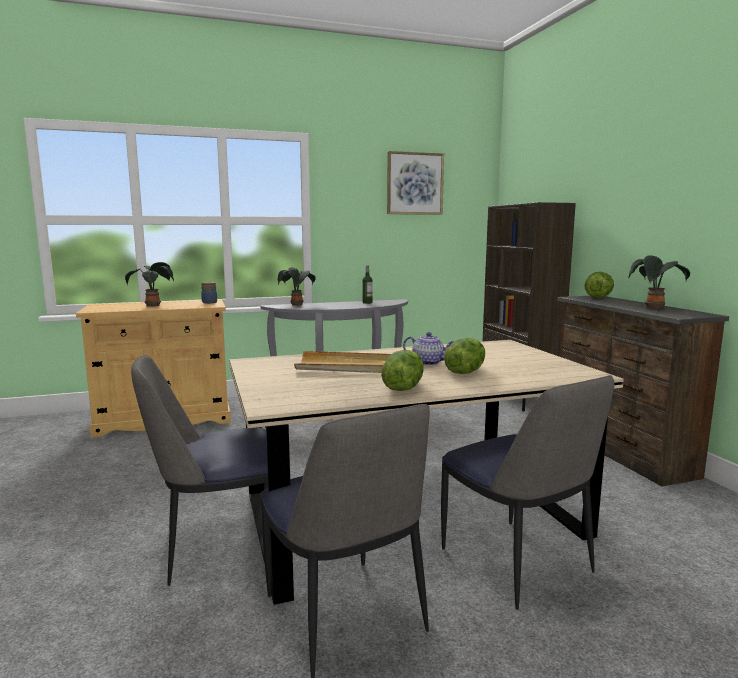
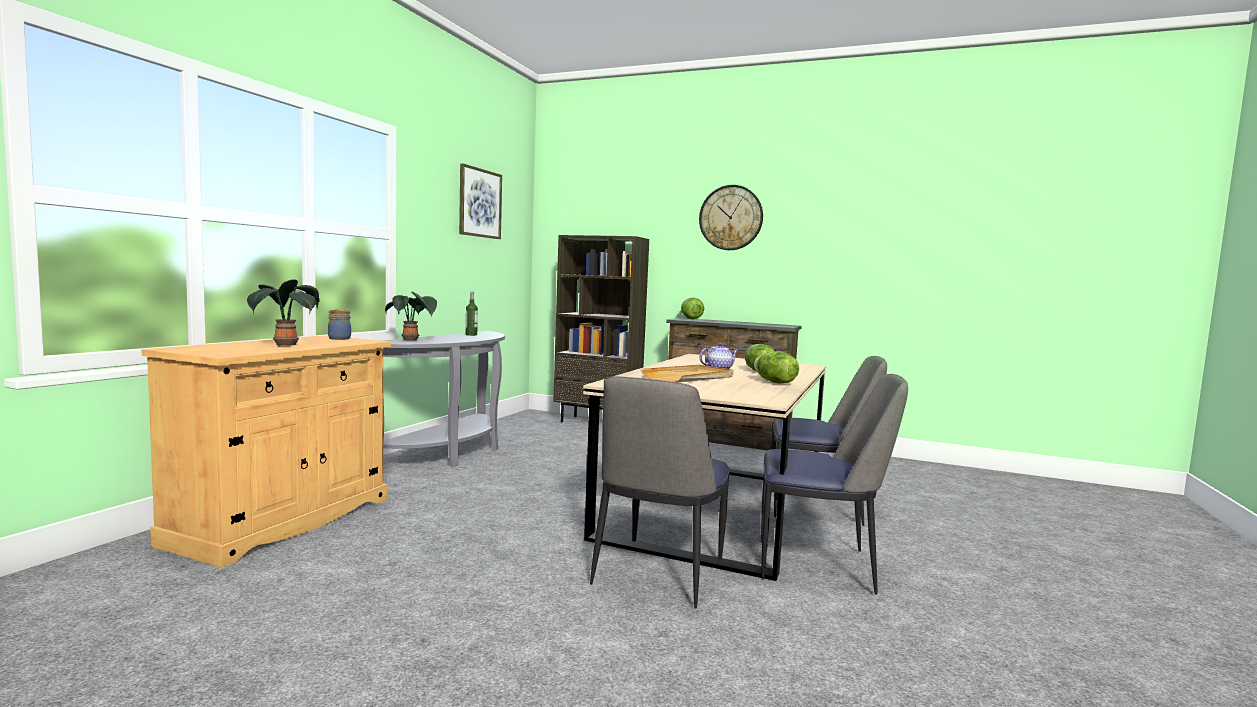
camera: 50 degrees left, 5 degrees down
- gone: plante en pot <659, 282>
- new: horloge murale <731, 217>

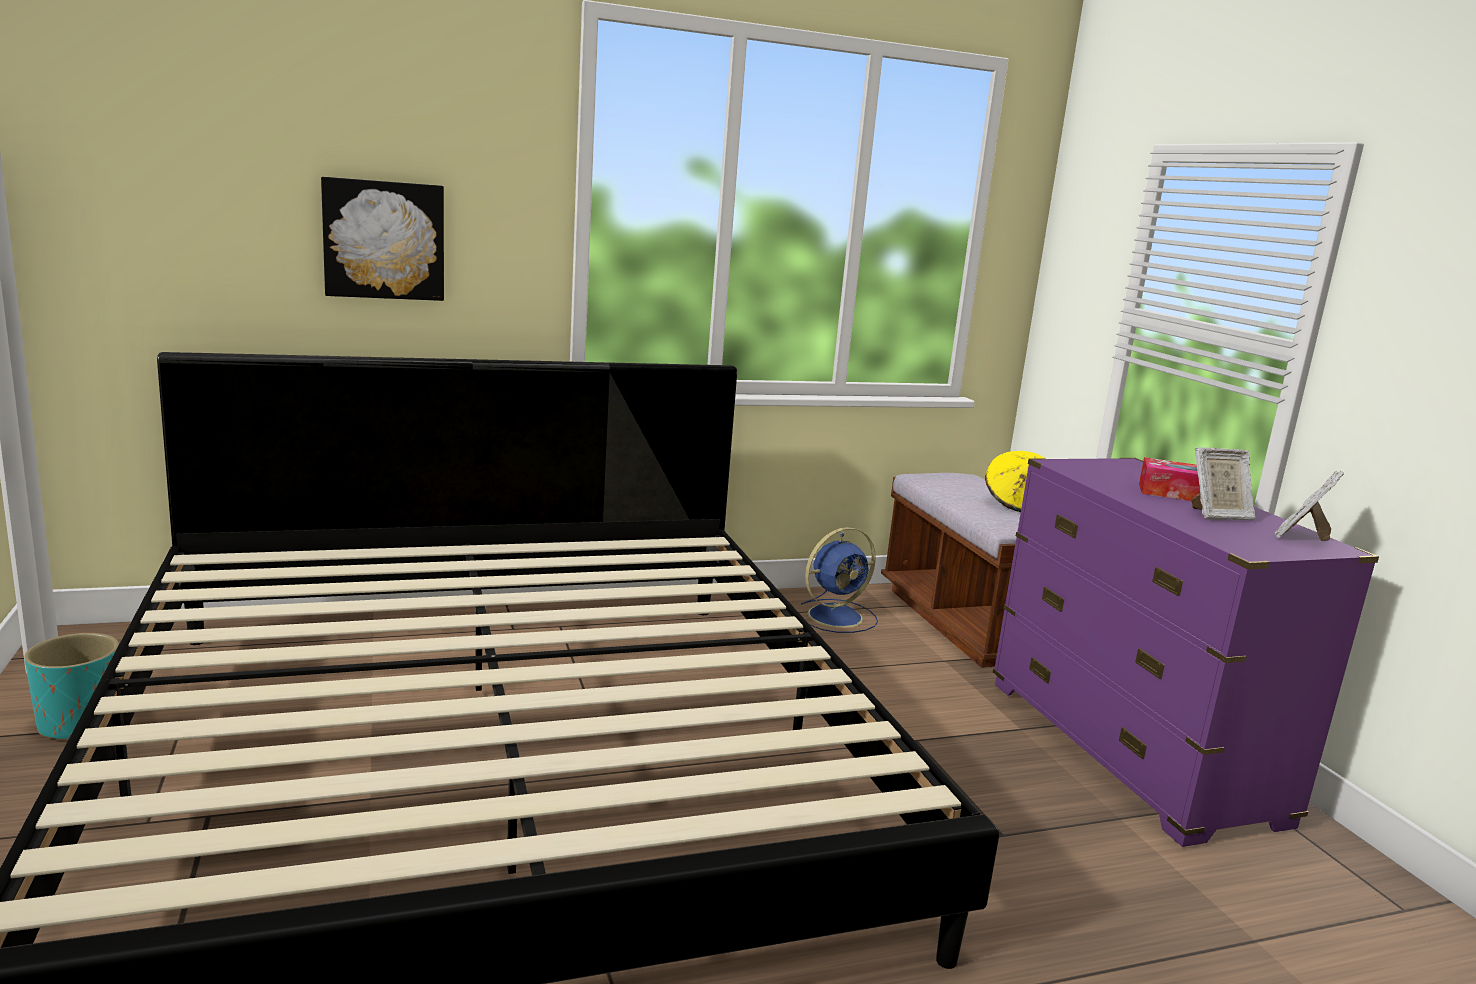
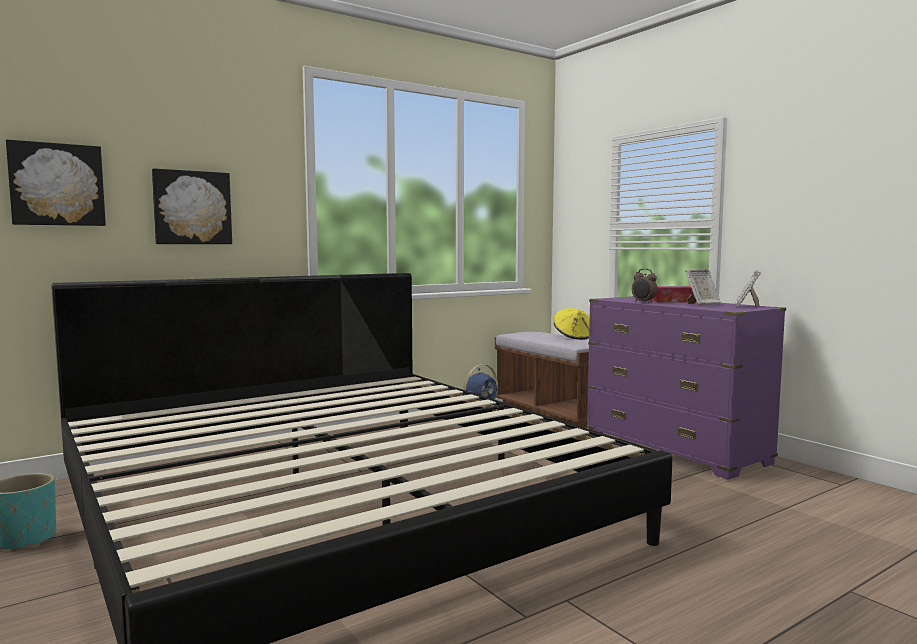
camera: 15 degrees left, 10 degrees down
- new: tableau <56, 182>
- new: réveil <644, 286>

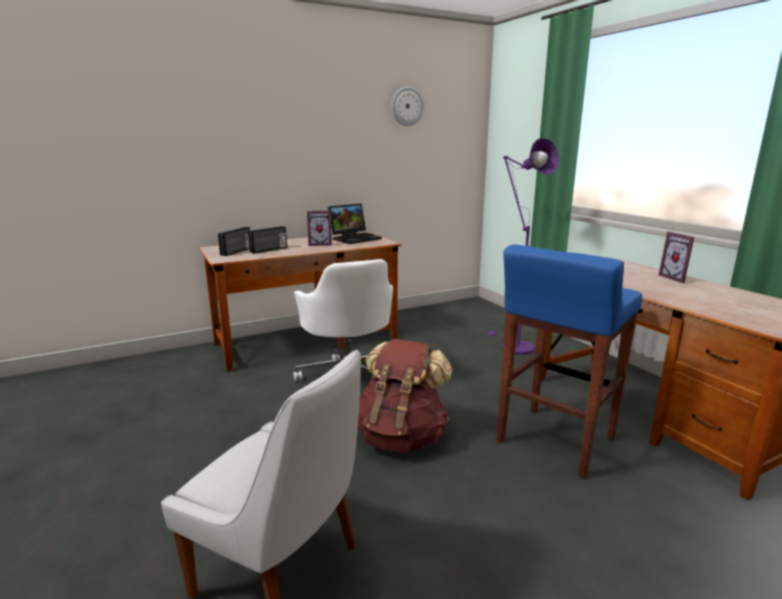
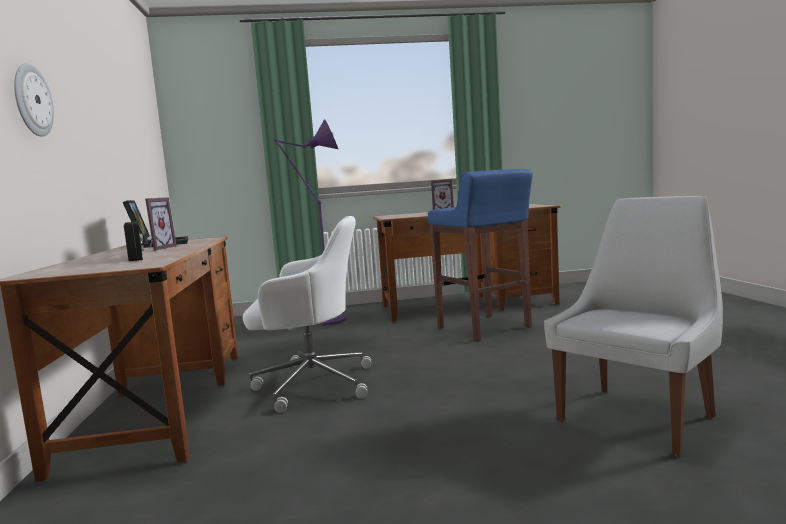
camera: 70 degrees left, 10 degrees down
- shifted: horloge murale <408, 106> to <34, 100>
- gone: radio <234, 241>
- gone: sac à dos/marron <405, 396>

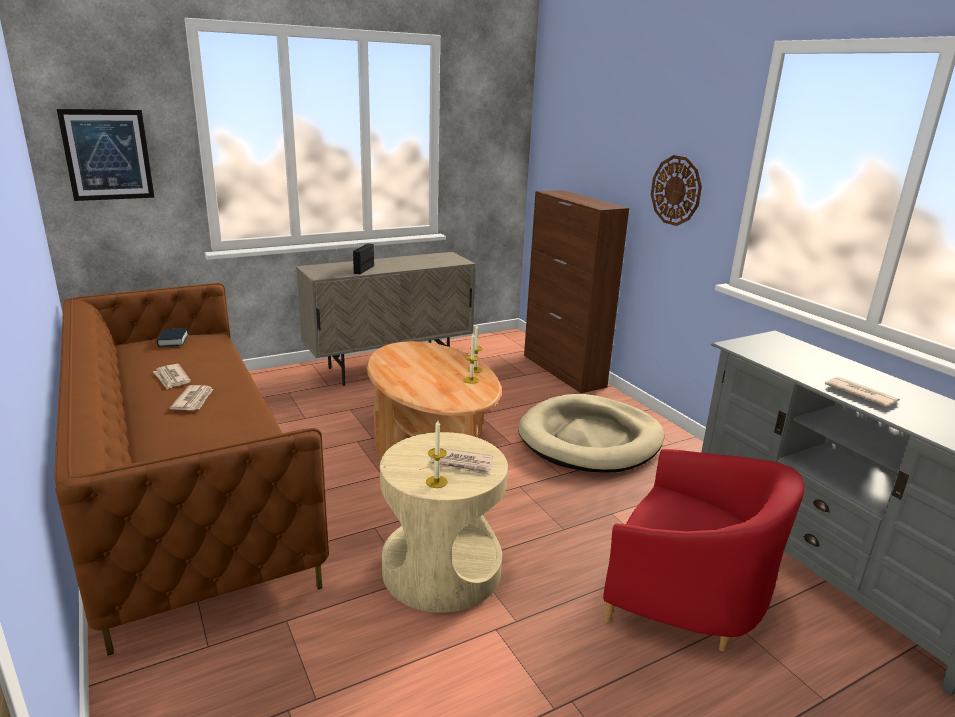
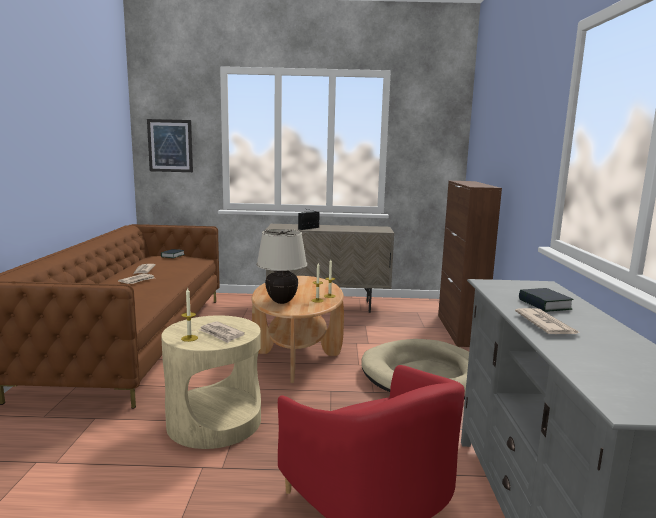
camera: 30 degrees right, 10 degrees down
- gone: horloge murale <676, 190>
- new: lampe de table/beige <281, 266>
- new: livre <546, 300>

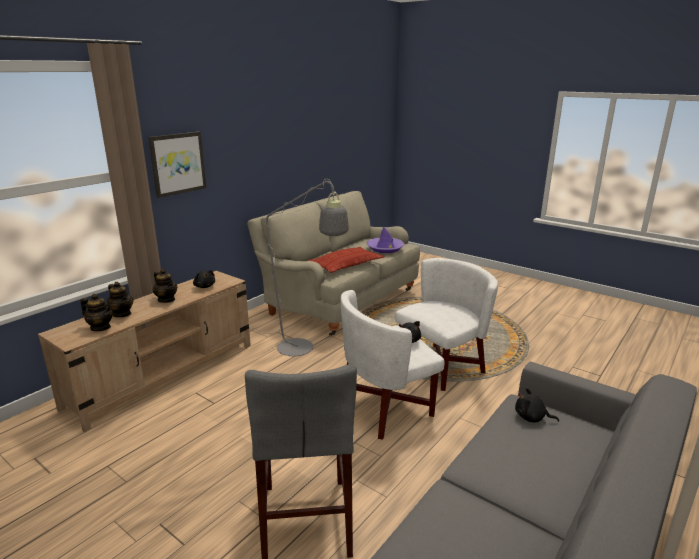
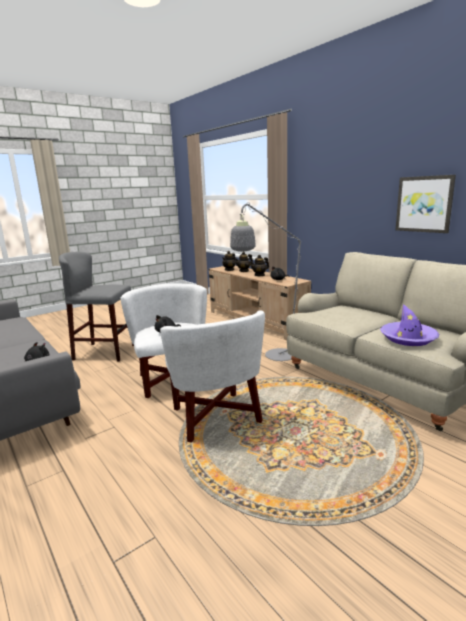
camera: 105 degrees right, 5 degrees down
- shifted: tableau <177, 165> to <426, 204>
- gone: coussin <346, 260>

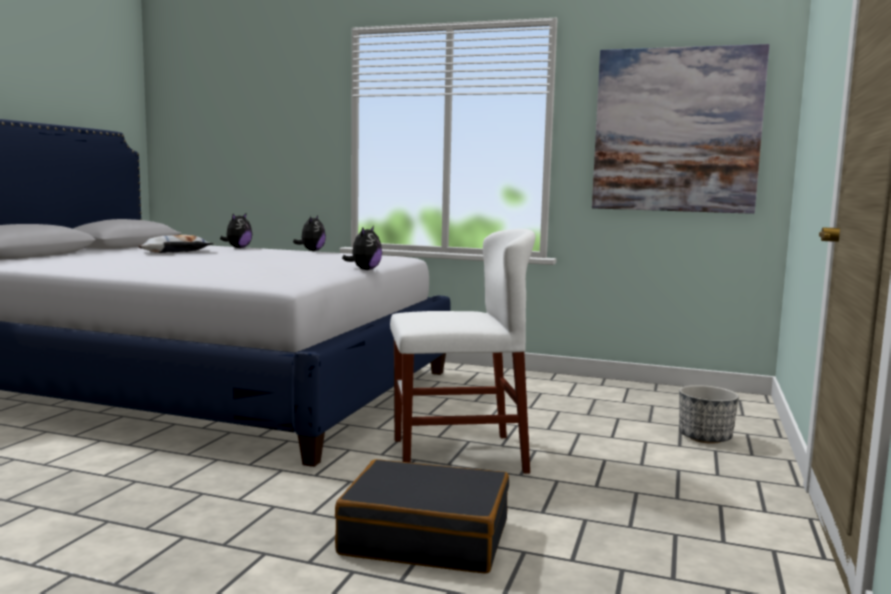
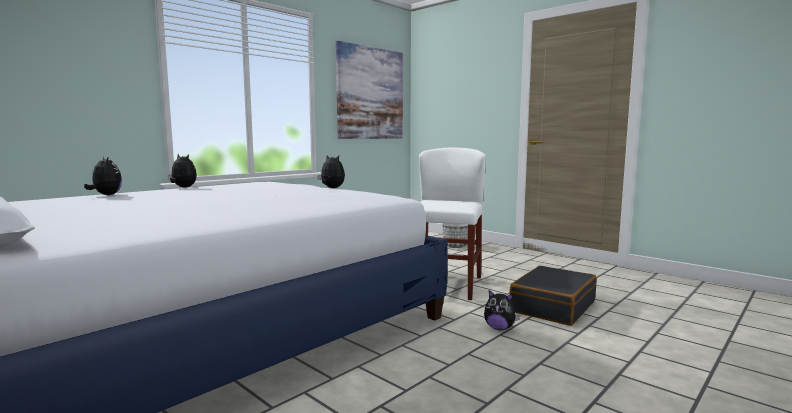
camera: 65 degrees left, 0 degrees up
- gone: coussin <176, 244>
- new: peluche <502, 310>

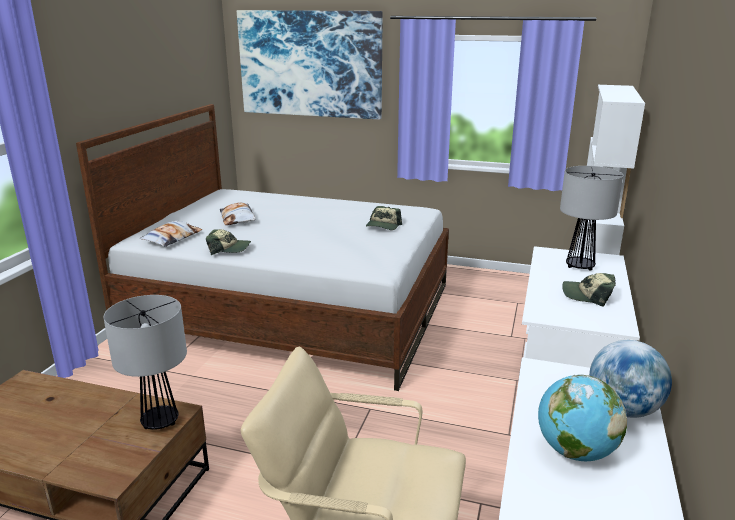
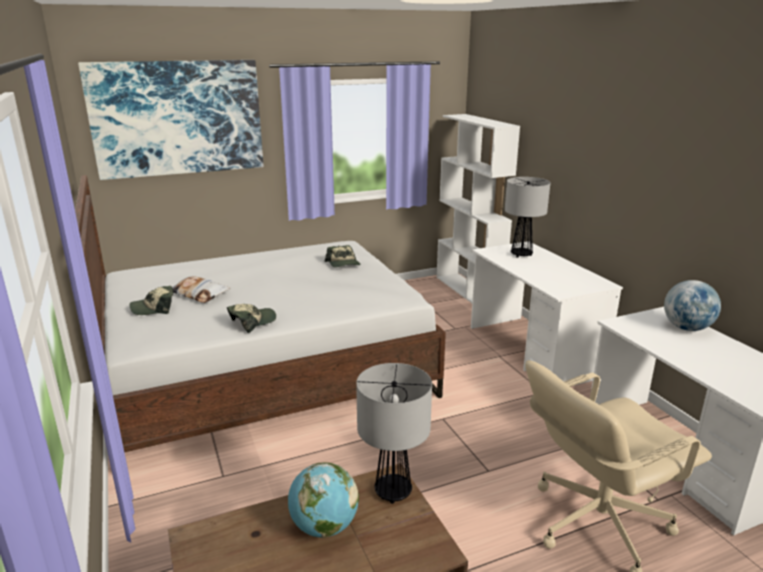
camera: 40 degrees left, 0 degrees up
- gone: coussin <170, 234>
- shifted: casquette <589, 290> to <151, 300>
- shifted: globe <582, 418> to <323, 500>

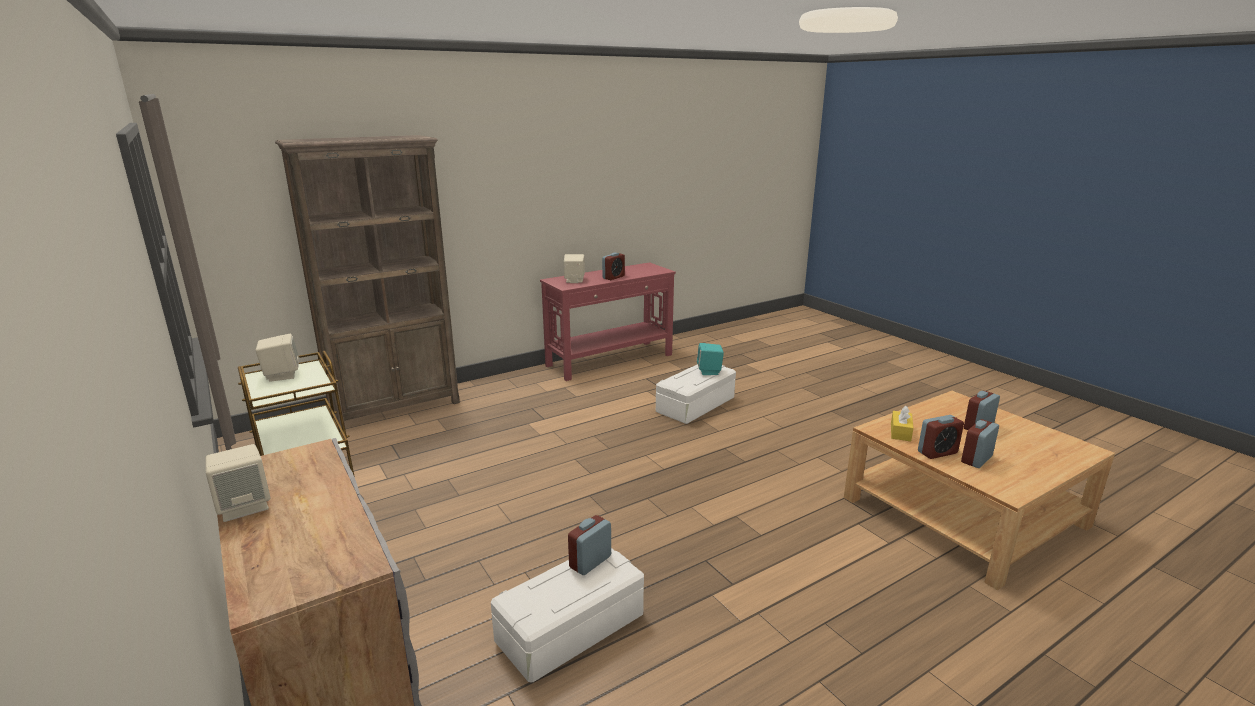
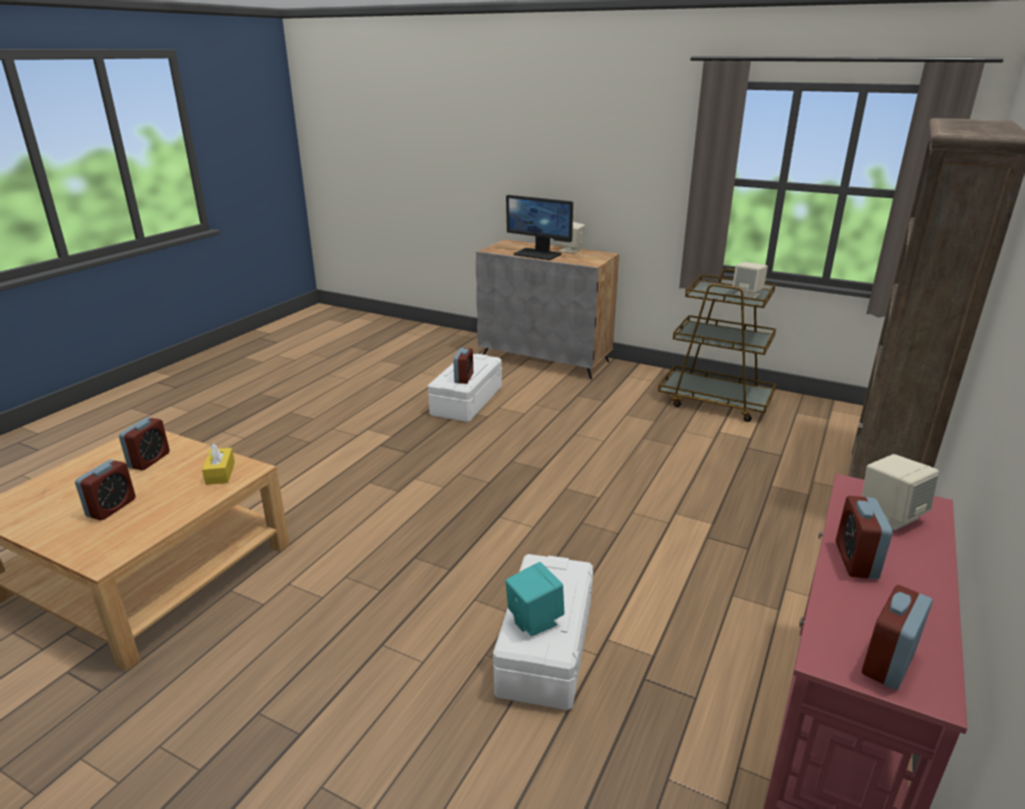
camera: 150 degrees right, 5 degrees up
- shifted: réveil <941, 437> to <897, 637>
- new: écran d'ordinateur <539, 227>

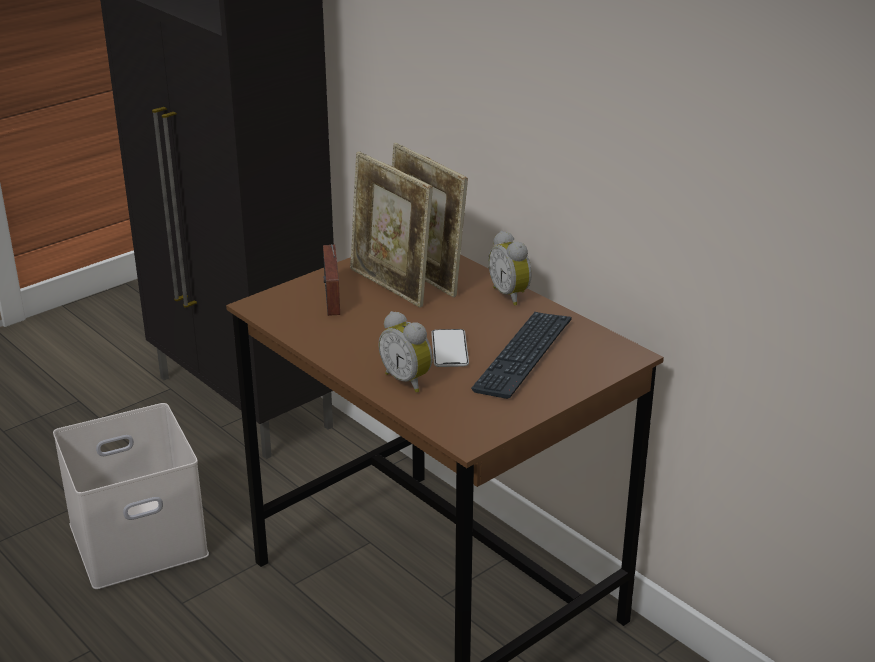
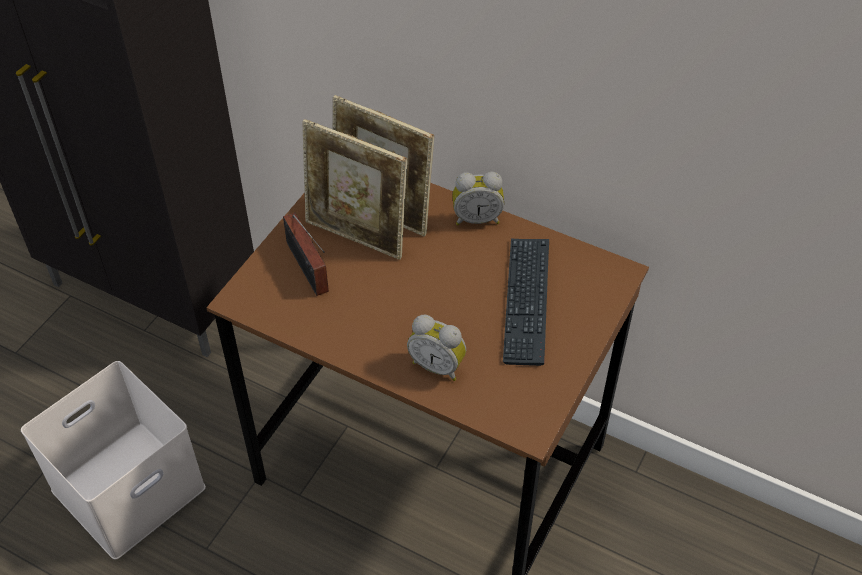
camera: 20 degrees left, 20 degrees up
- rotated: réveil <510, 268> = <478, 199> 45 degrees counterclockwise
- gone: téléphone <450, 348>

